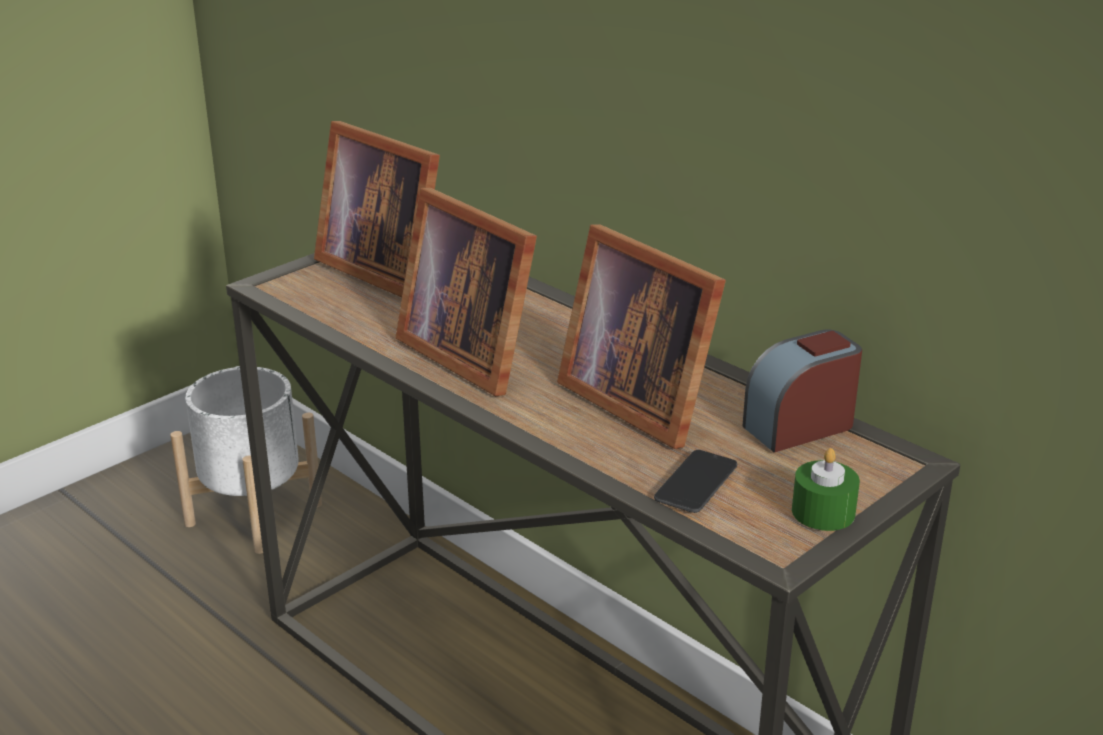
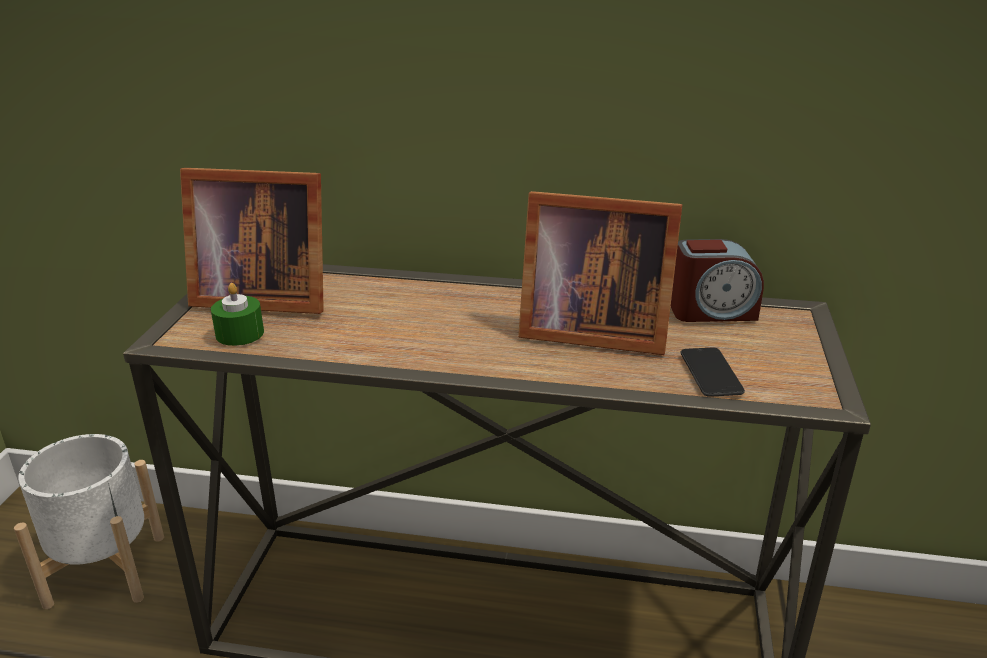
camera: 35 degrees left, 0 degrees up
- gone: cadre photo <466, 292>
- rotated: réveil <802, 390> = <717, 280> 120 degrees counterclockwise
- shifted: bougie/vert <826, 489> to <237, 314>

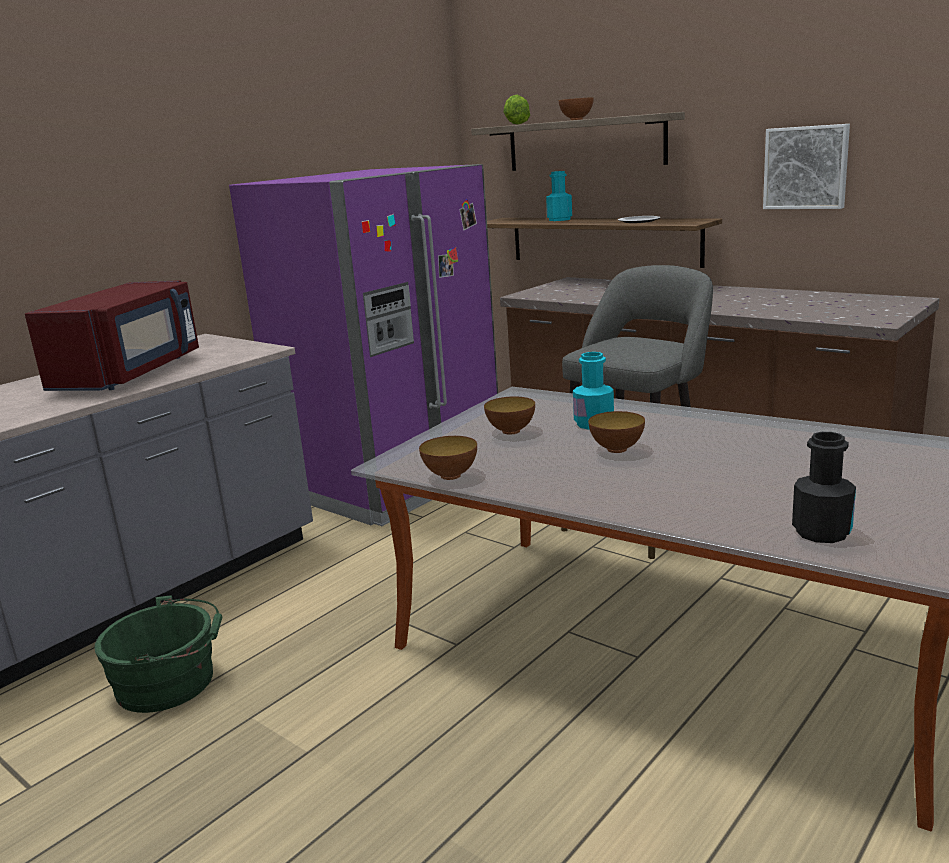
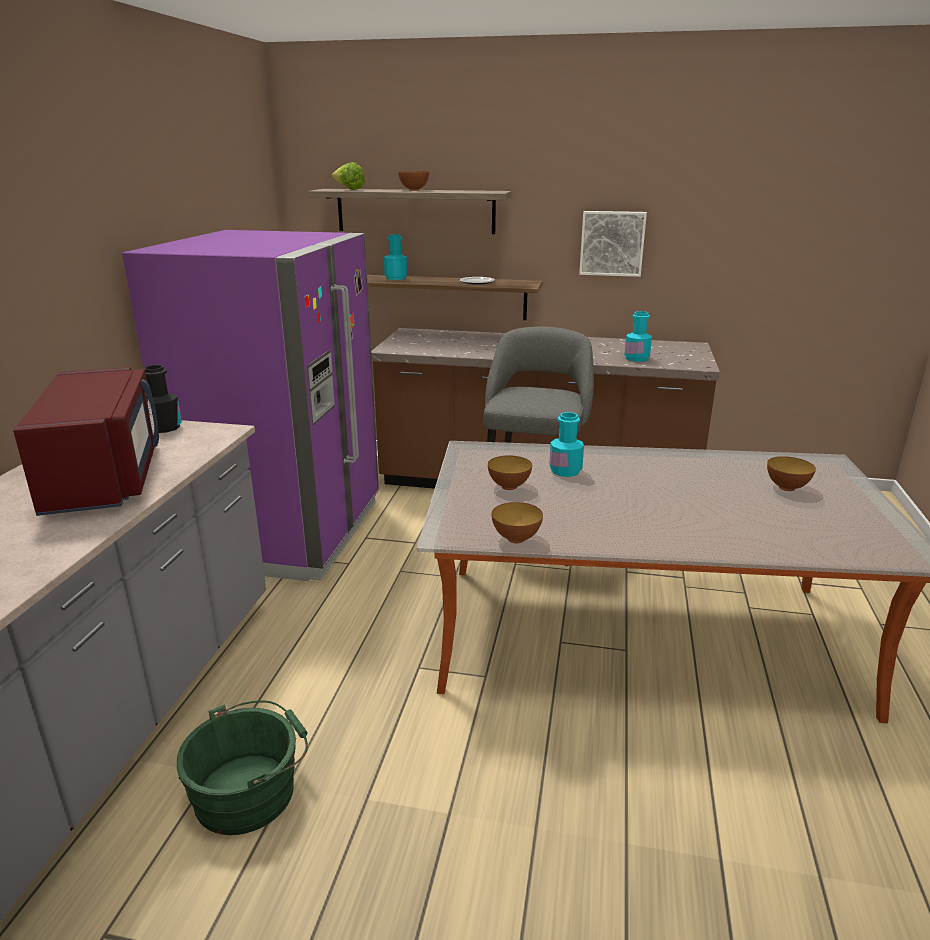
camera: 30 degrees left, 5 degrees up
- shifted: bol <616, 432> to <791, 473>
- shifted: bouteille/noir <824, 487> to <163, 399>
- new: bouteille/turquoise <638, 336>

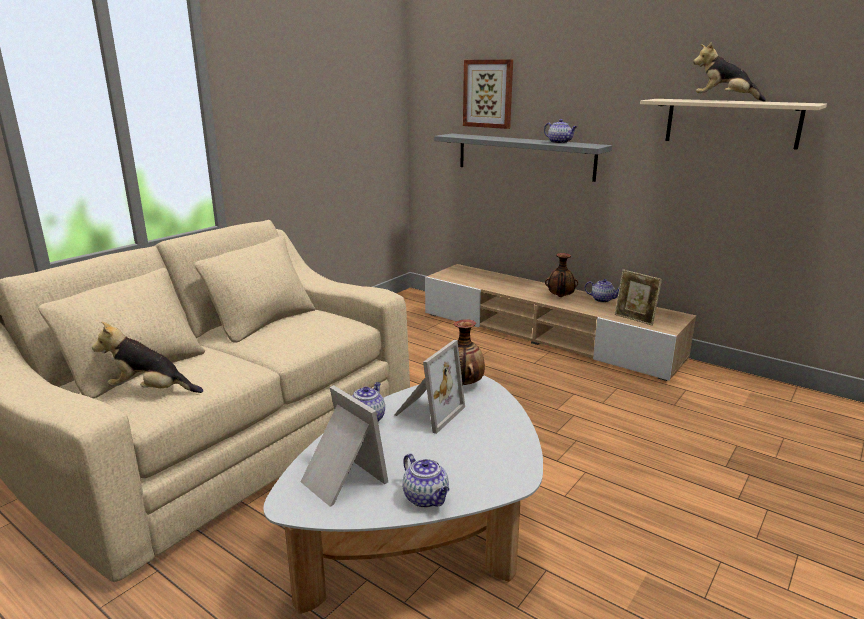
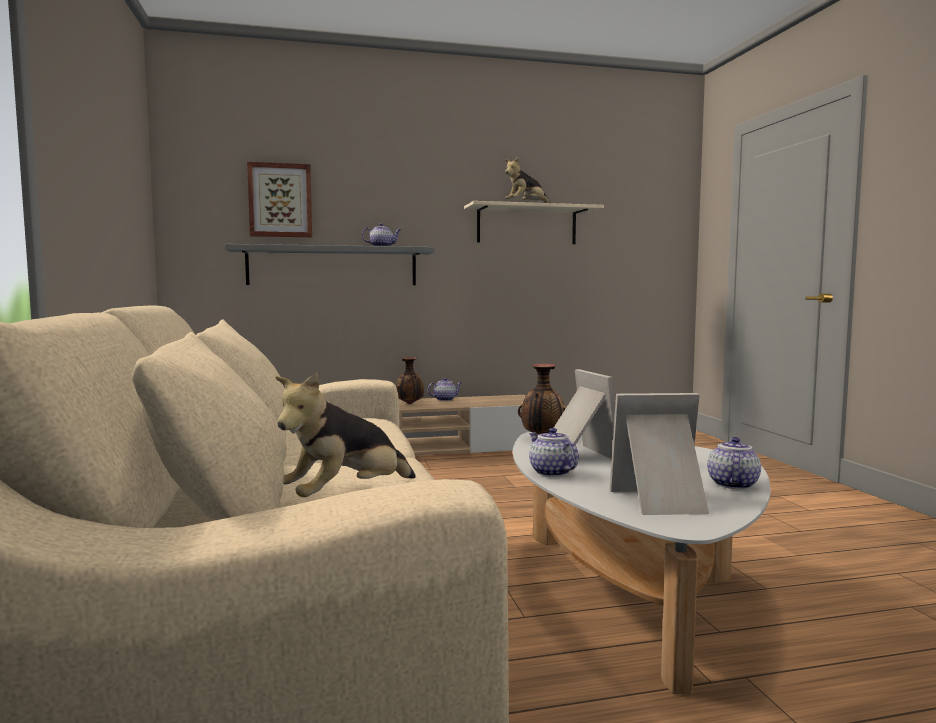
camera: 50 degrees left, 15 degrees down
- gone: cadre photo <638, 297>
- rotated: théière <426, 480> = <734, 463> 75 degrees counterclockwise

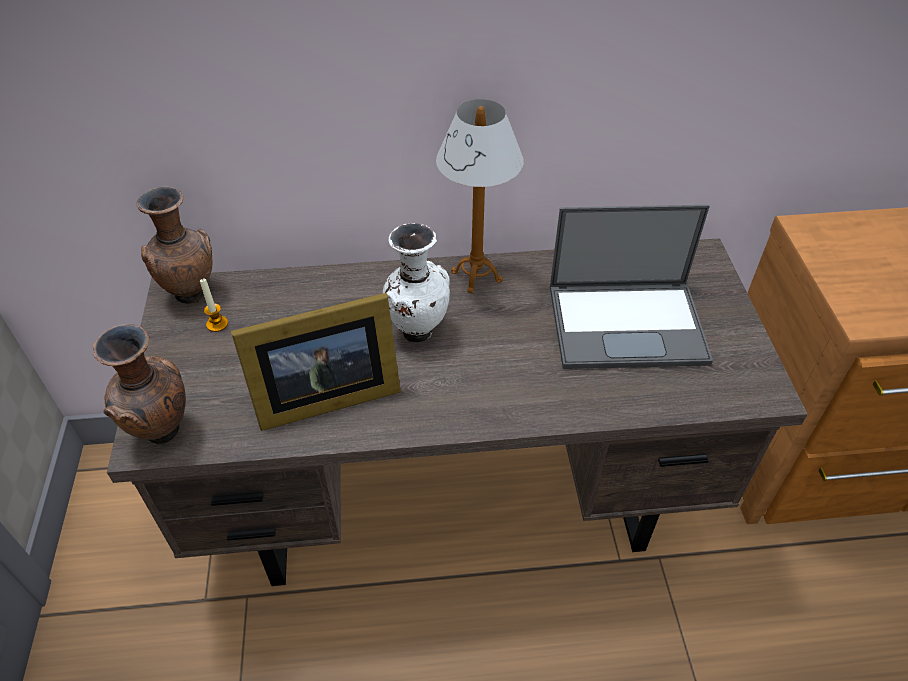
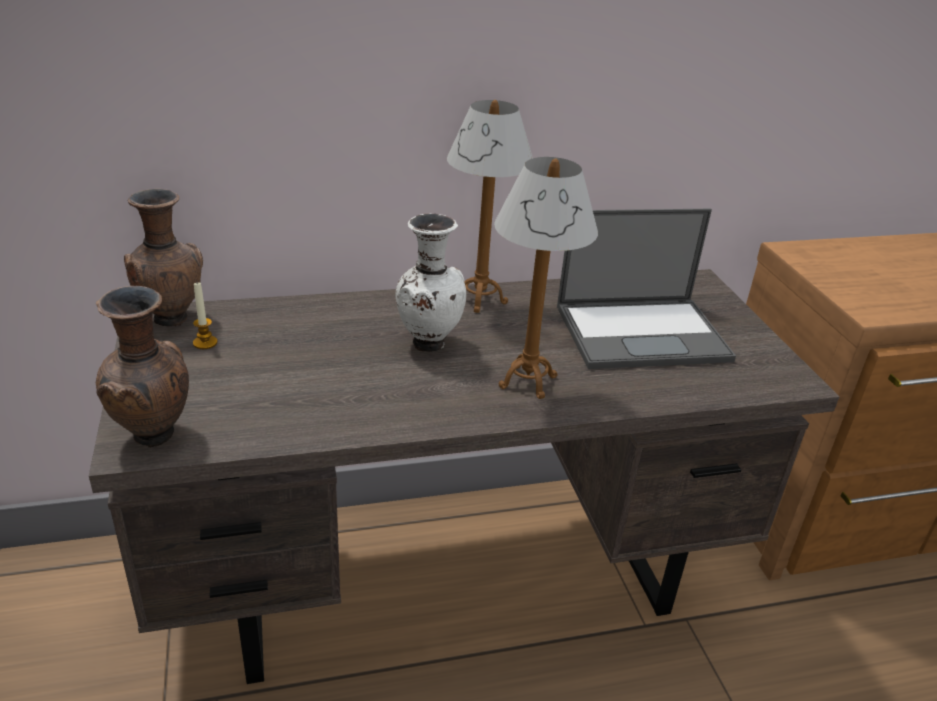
camera: 10 degrees left, 15 degrees down
- gone: cadre photo <316, 362>
- new: lampe de table <546, 278>

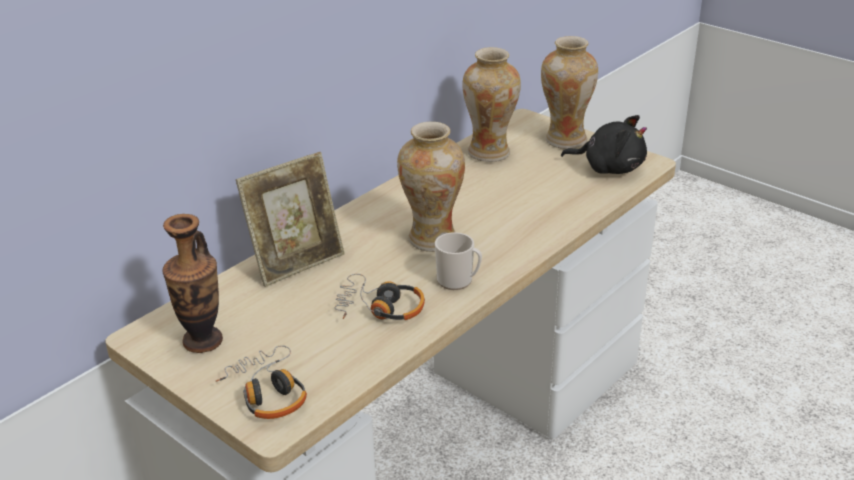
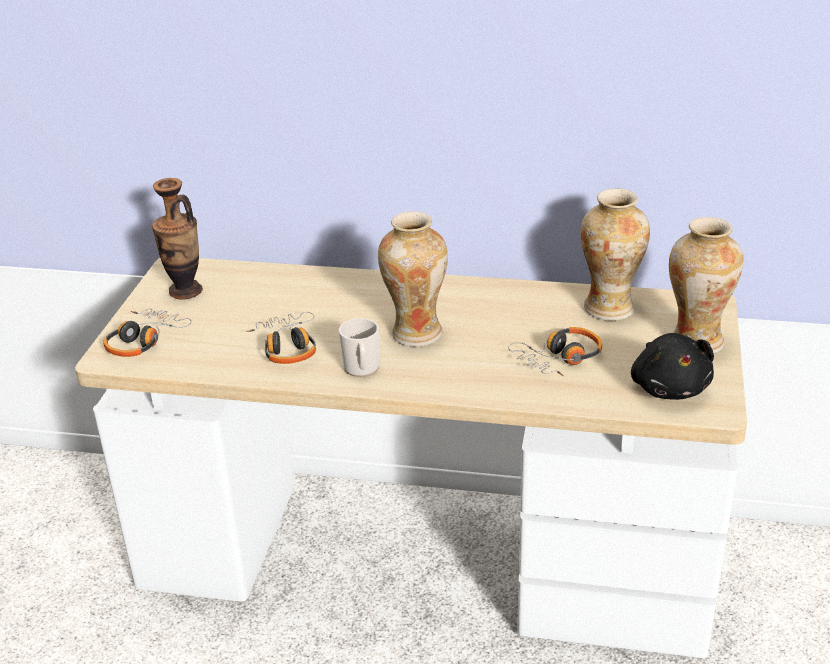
camera: 60 degrees right, 0 degrees up
- gone: cadre photo <290, 219>
- new: casque audio <555, 352>

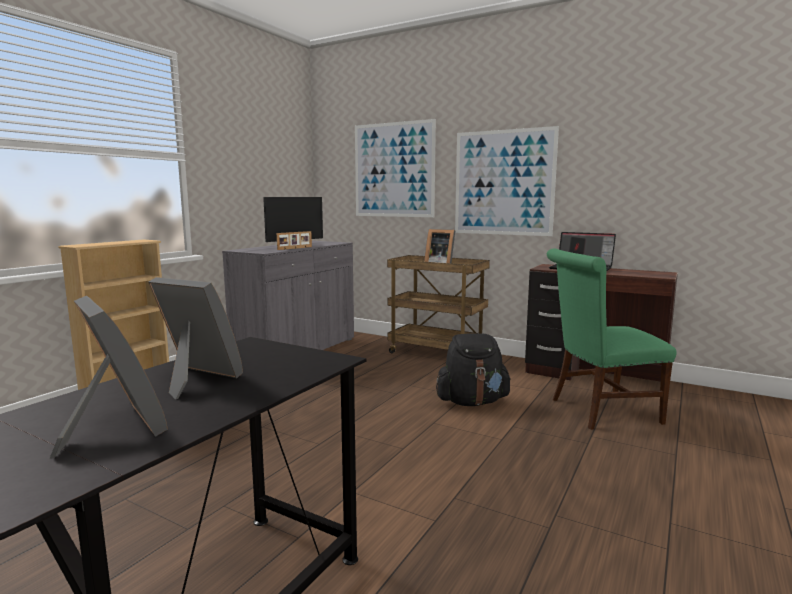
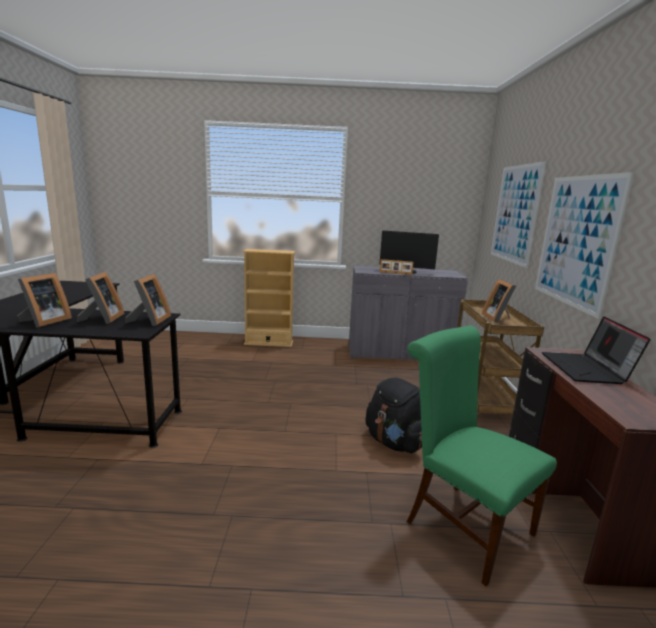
camera: 60 degrees right, 5 degrees up
- new: cadre photo <148, 300>

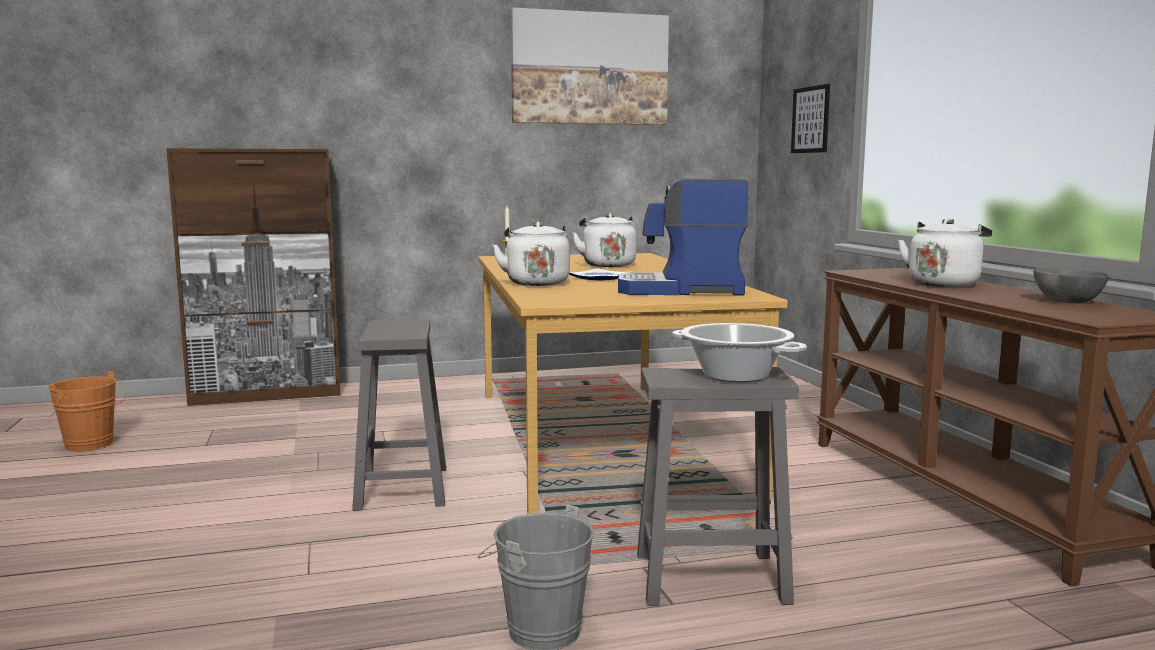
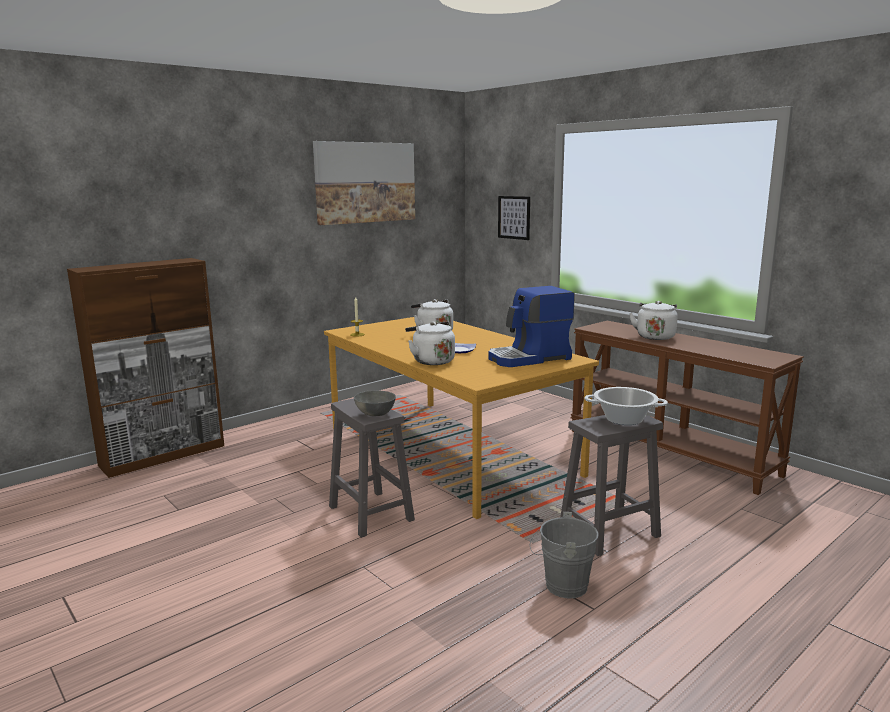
camera: 25 degrees left, 5 degrees up
- shifted: bol/gris <1071, 285> to <375, 403>
- gone: seau/orange <87, 411>

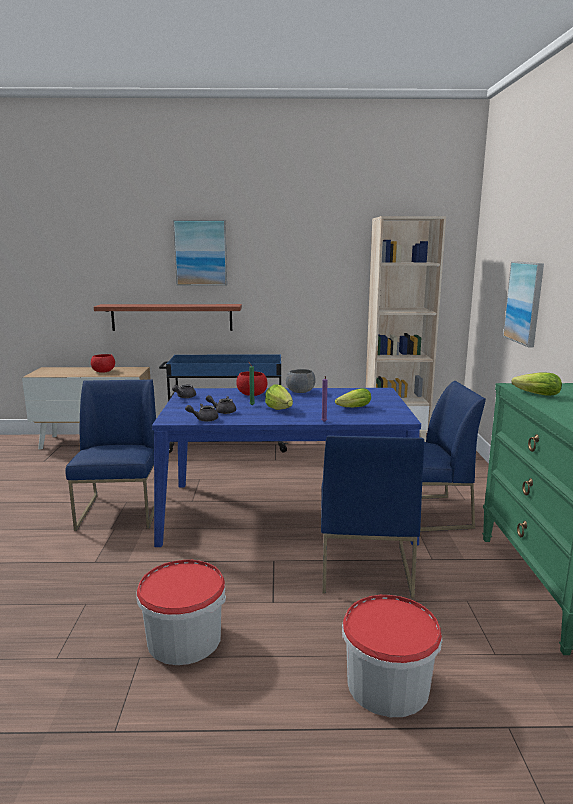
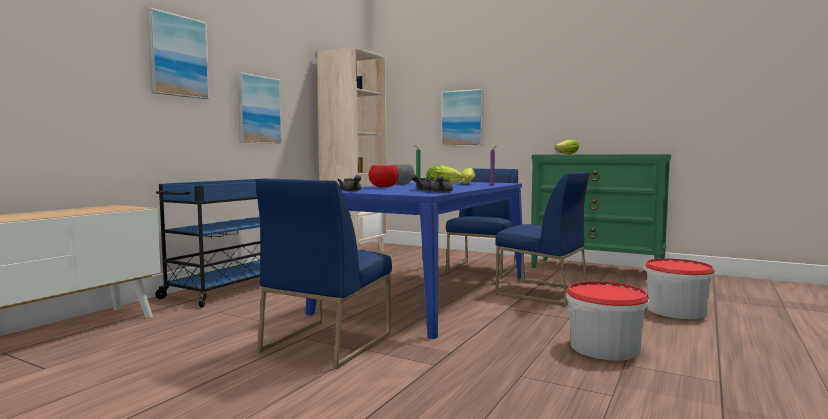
camera: 60 degrees left, 10 degrees down
- gone: étagère <168, 317>
- gone: bol/rouge <103, 363>
- rotated: chaise/bleu <110, 455> = <323, 274> 90 degrees counterclockwise
- new: tableau <259, 108>

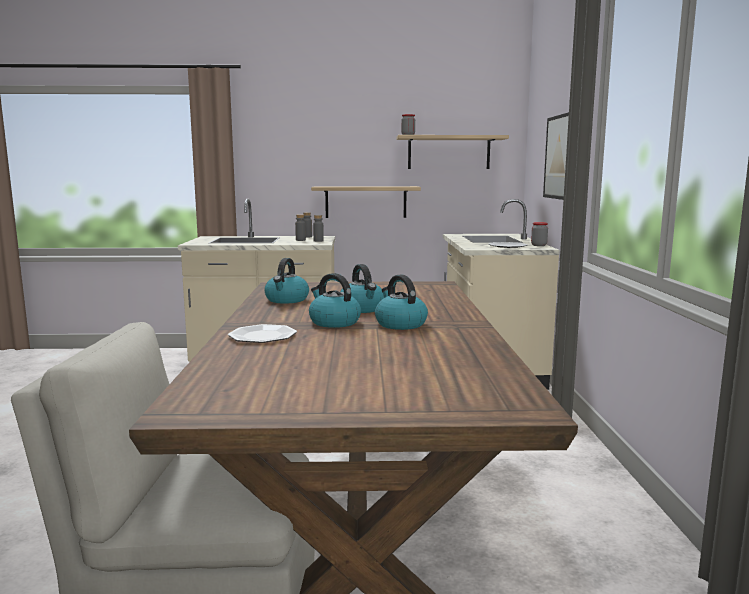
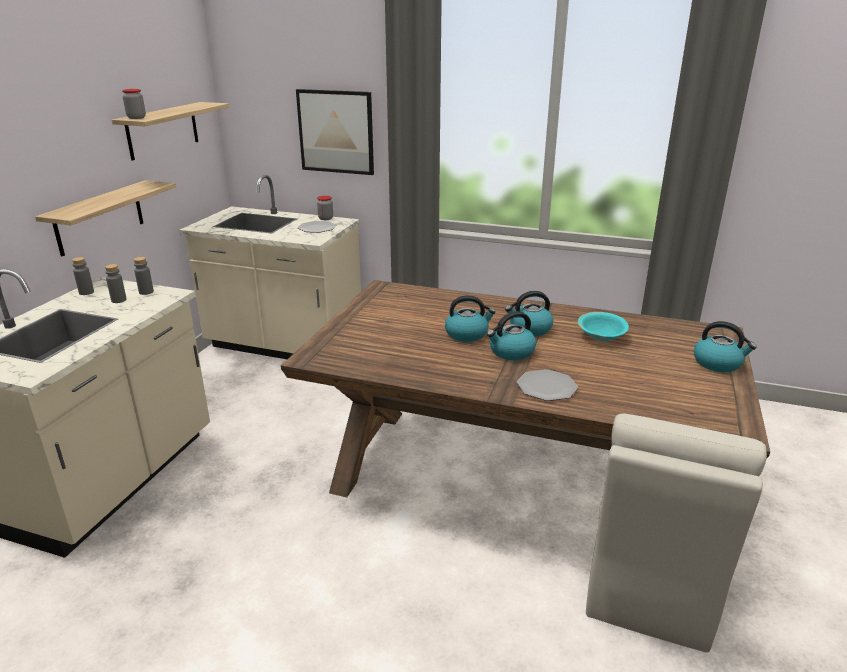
camera: 70 degrees left, 15 degrees up
- shifted: bouilloire <287, 281> to <725, 346>
- new: bol/turquoise <603, 326>

